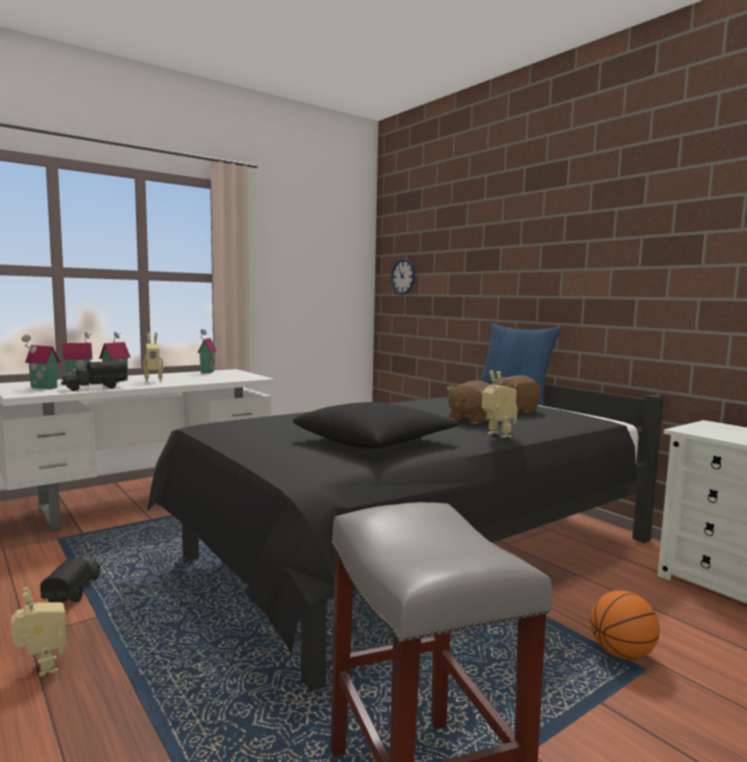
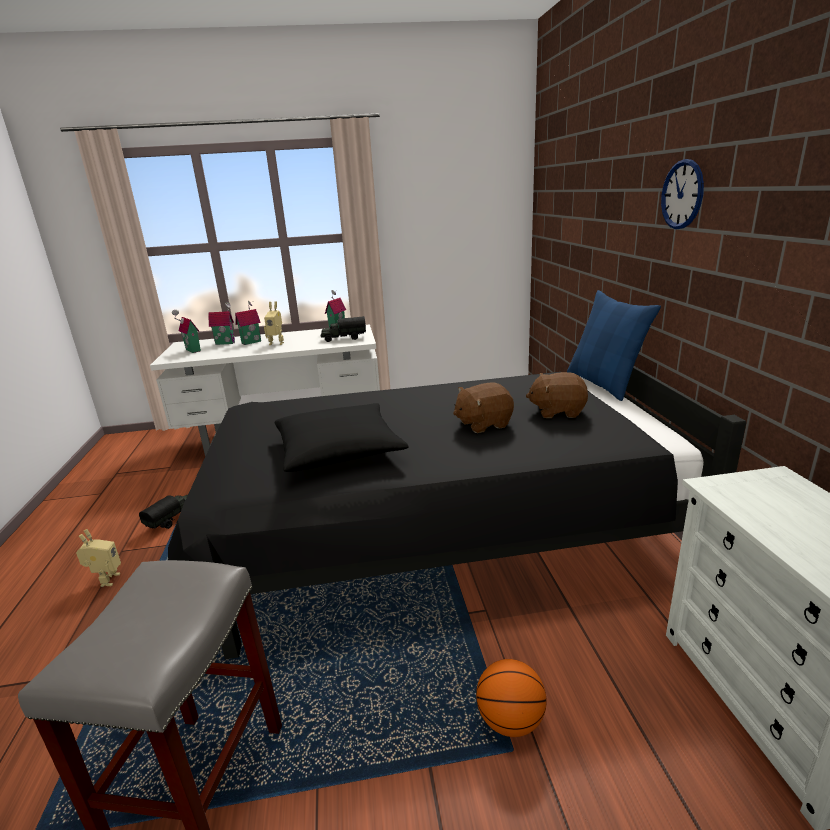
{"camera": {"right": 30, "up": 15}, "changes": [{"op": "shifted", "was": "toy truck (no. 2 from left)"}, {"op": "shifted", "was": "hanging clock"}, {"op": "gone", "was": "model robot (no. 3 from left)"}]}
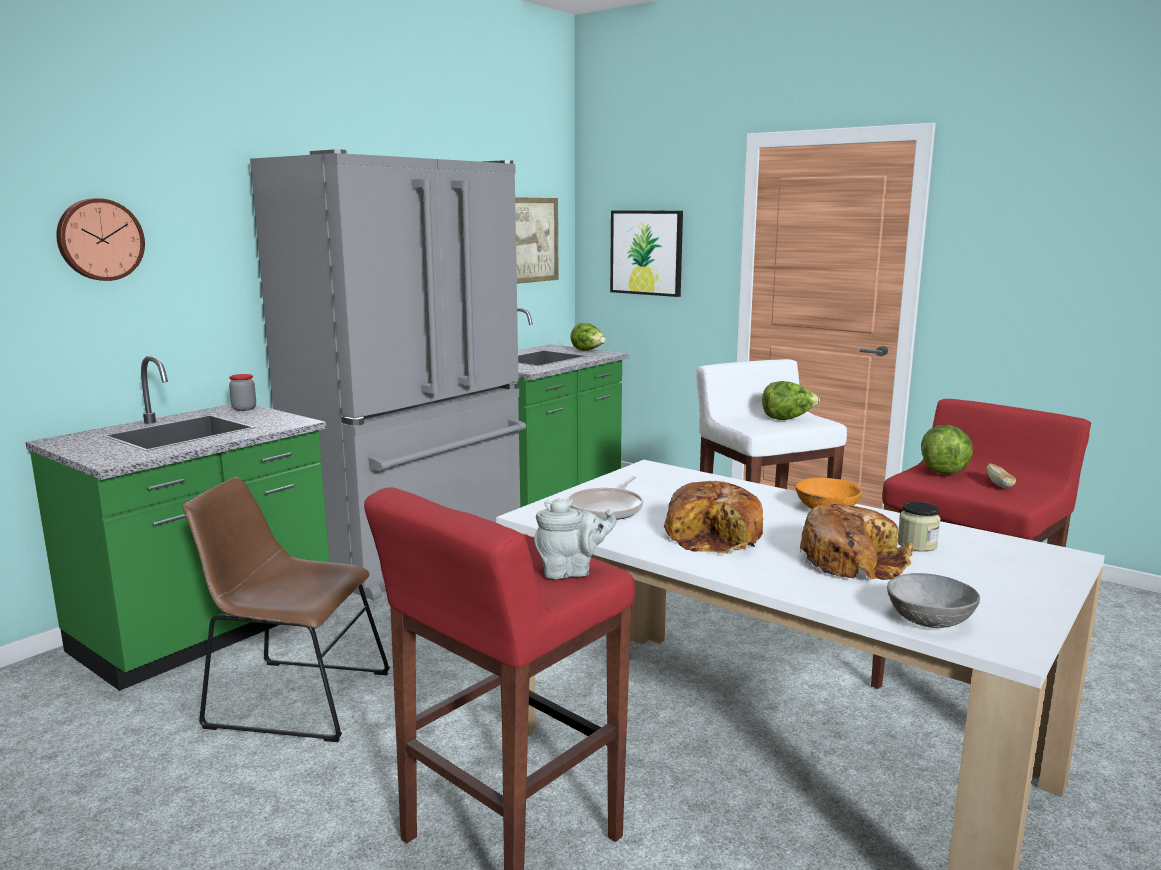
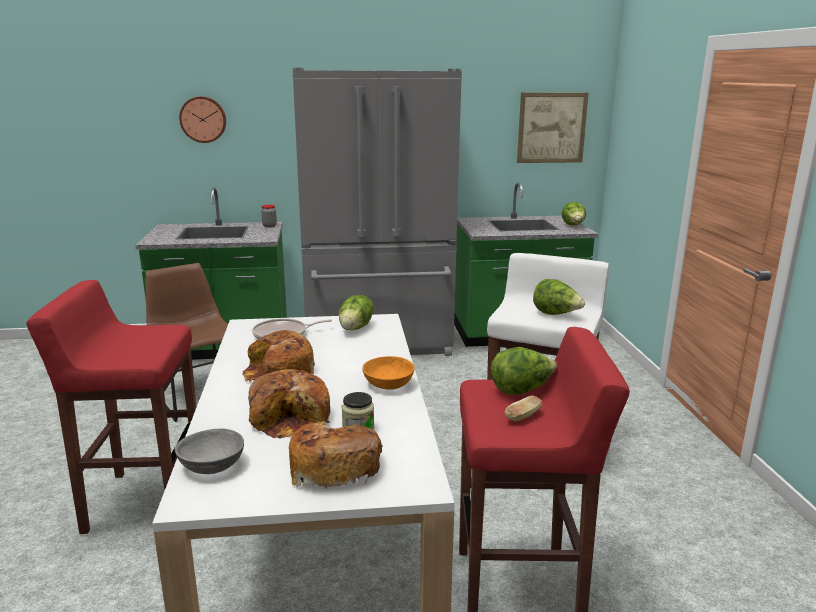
{"camera": {"right": 45, "up": 5}, "changes": [{"op": "new", "now": "bread (no. 3 from left)"}, {"op": "new", "now": "lettuce head (no. 1 from left)"}, {"op": "gone", "was": "greyish teapot"}, {"op": "gone", "was": "wall art (no. 2 from left)"}]}
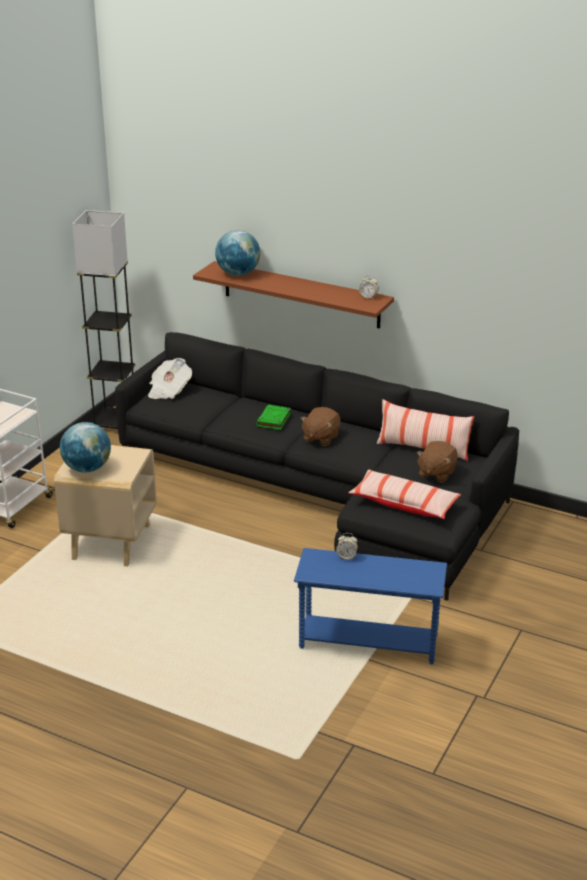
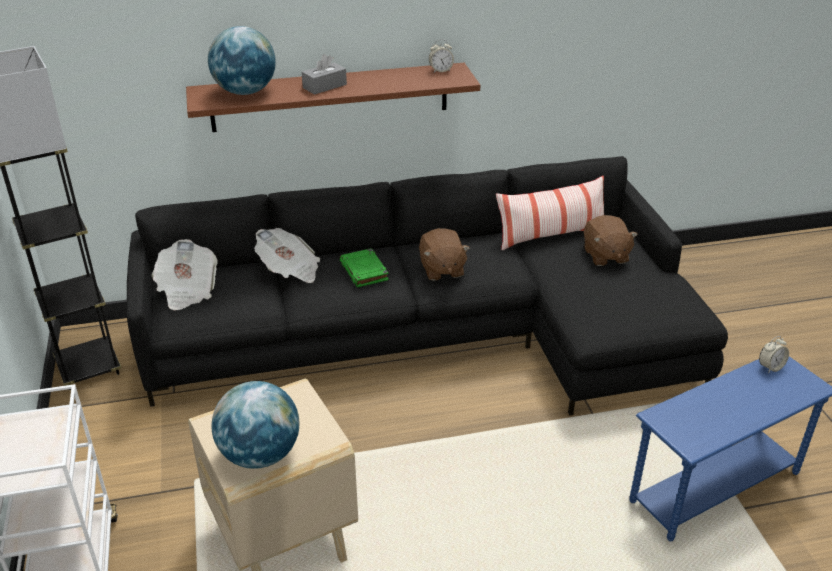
{"camera": {"right": -40, "up": 5}, "changes": [{"op": "new", "now": "newspaper (no. 2 from left)"}, {"op": "new", "now": "greyish box of tissues"}, {"op": "shifted", "was": "alarm clock (no. 1 from left in the first image)", "now": "alarm clock (no. 2 from left)"}, {"op": "gone", "was": "cushion (no. 1 from left)"}]}
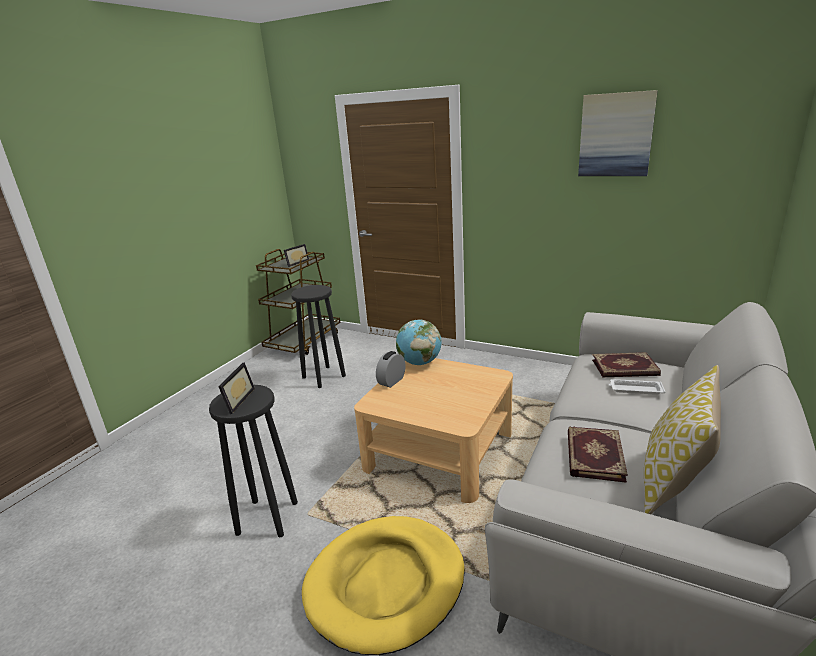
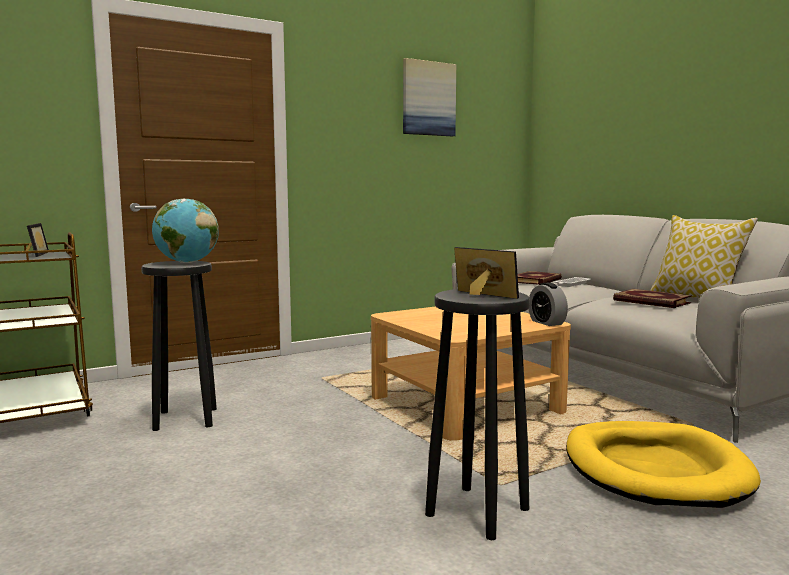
{"camera": {"right": -60, "up": -15}, "changes": [{"op": "shifted", "was": "desk globe"}, {"op": "shifted", "was": "alarm clock"}]}
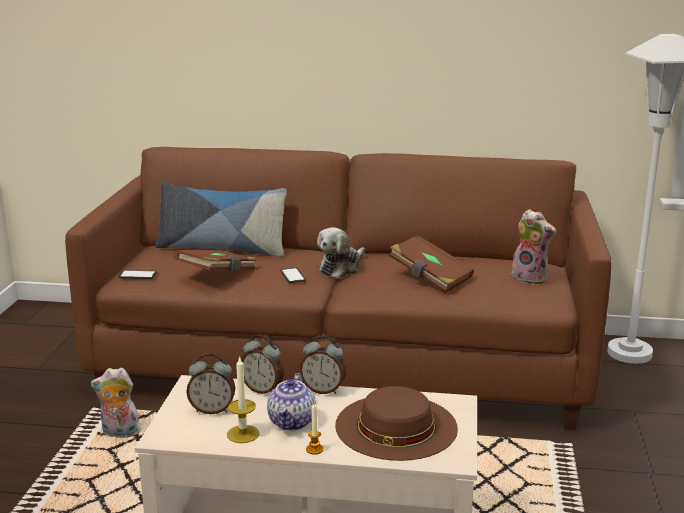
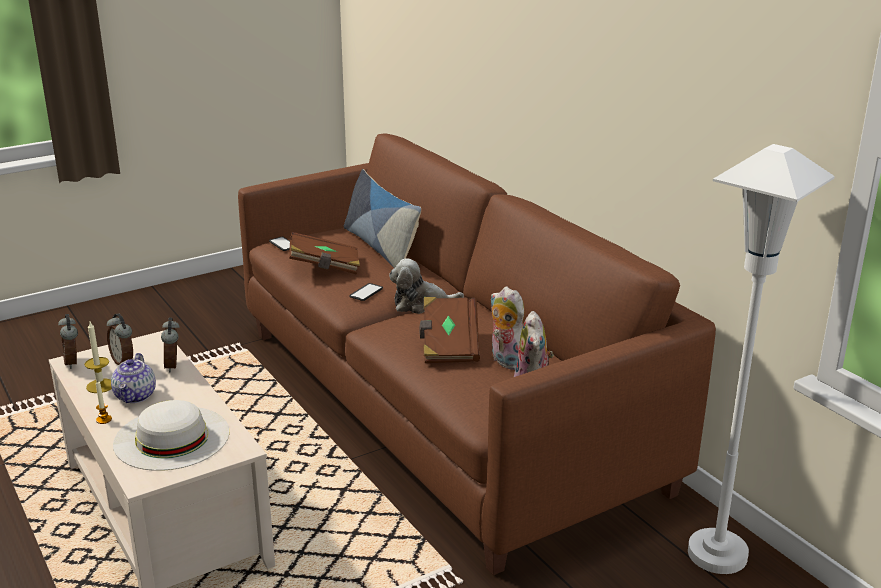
{"camera": {"right": 50, "up": 5}, "changes": [{"op": "shifted", "was": "alarm clock (no. 3 from left in the first image)", "now": "alarm clock (no. 1 from left)"}, {"op": "rotated", "was": "teapot", "clockwise": -60}, {"op": "repainted", "was": "brown-coloured hat", "now": "white hat"}, {"op": "shifted", "was": "plush toy (no. 1 from left in the first image)", "now": "plush toy (no. 2 from left)"}]}
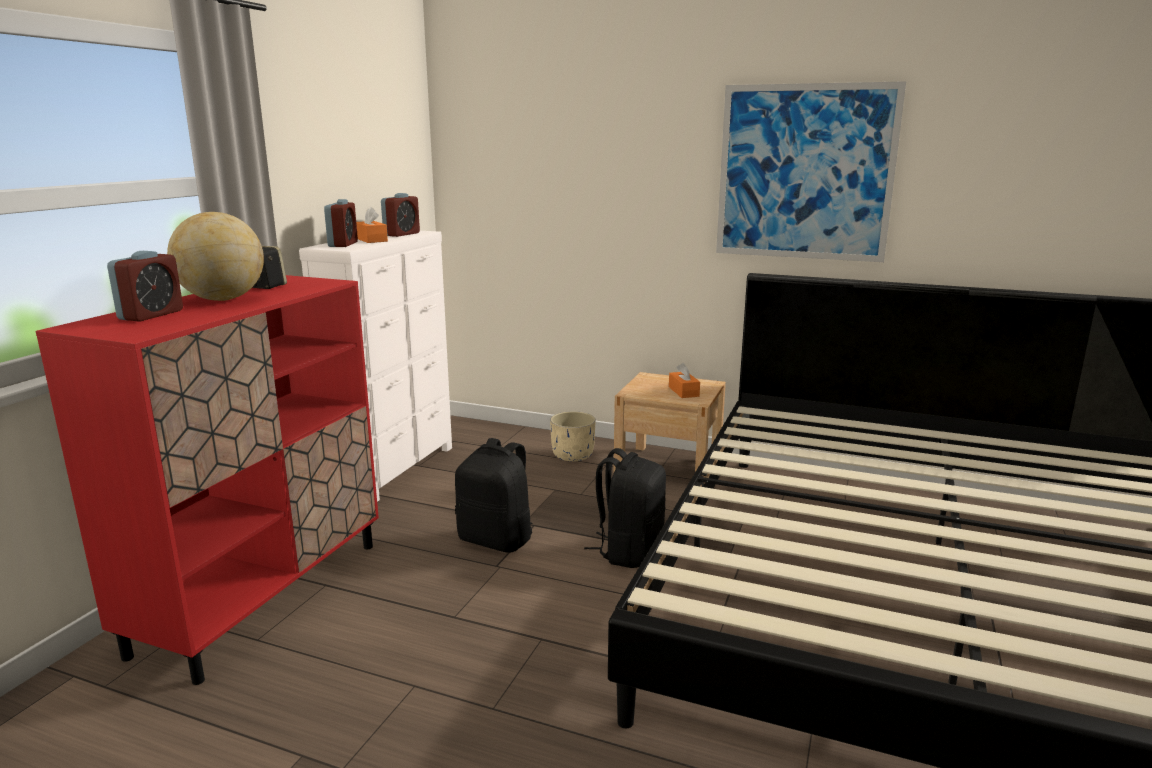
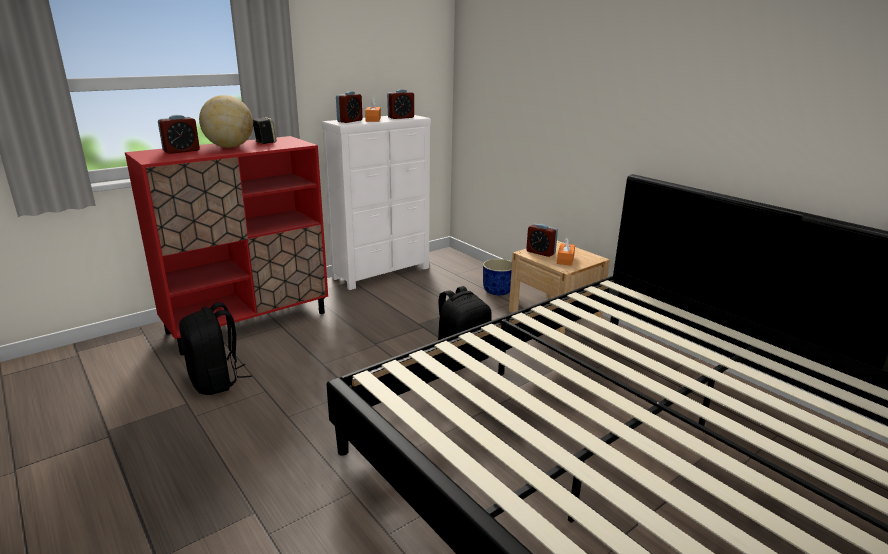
{"camera": {"right": 30, "up": 5}, "changes": [{"op": "shifted", "was": "black-coloured backpack (no. 1 from left)"}, {"op": "repainted", "was": "beige planter", "now": "blue planter"}, {"op": "new", "now": "alarm clock (no. 4 from left)"}, {"op": "gone", "was": "wall art"}]}
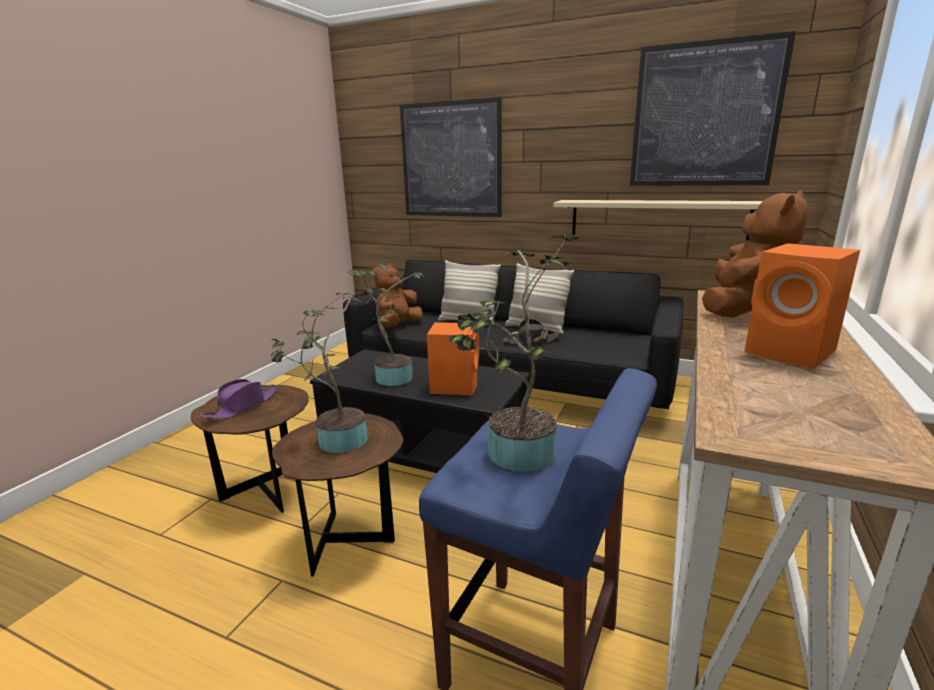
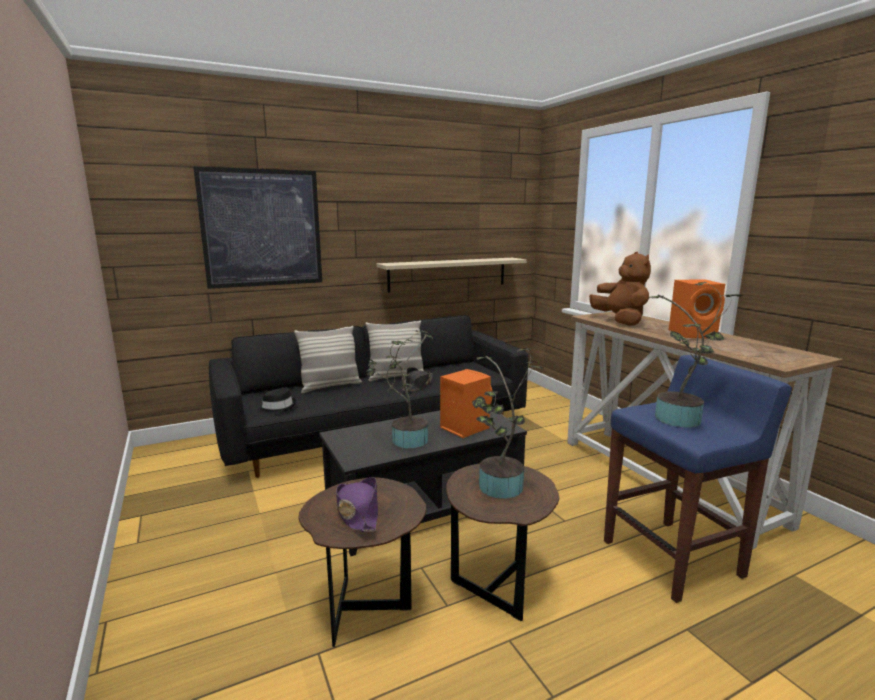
{"camera": {"right": -50, "up": -5}, "changes": [{"op": "swapped", "was": "brown-coloured plush toy (no. 1 from left)", "now": "black-coloured hat (no. 1 from left)"}, {"op": "gone", "was": "wall art (no. 2 from left)"}]}
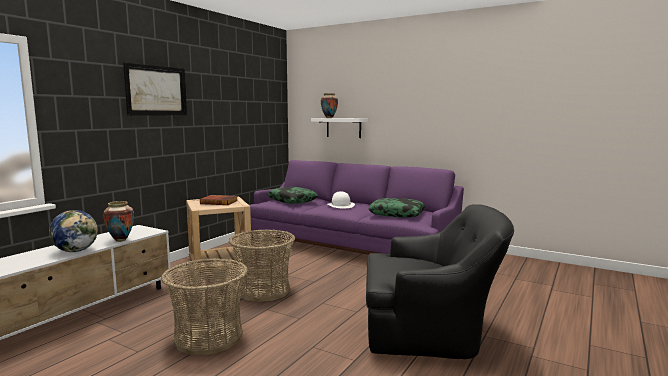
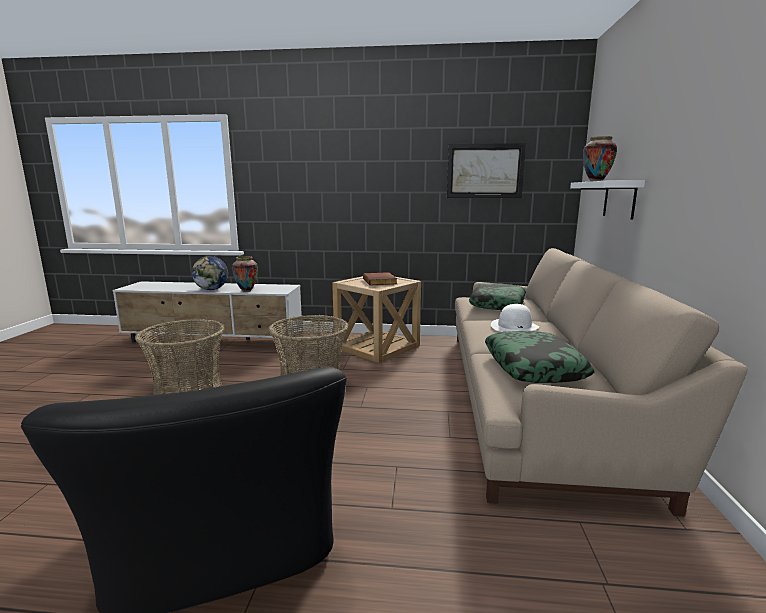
{"camera": {"right": 65, "up": 5}, "changes": [{"op": "shifted", "was": "wall art"}, {"op": "repainted", "was": "purple settee", "now": "beige settee"}]}
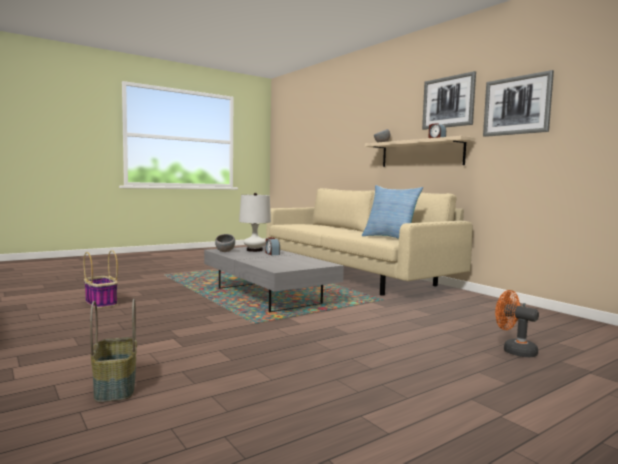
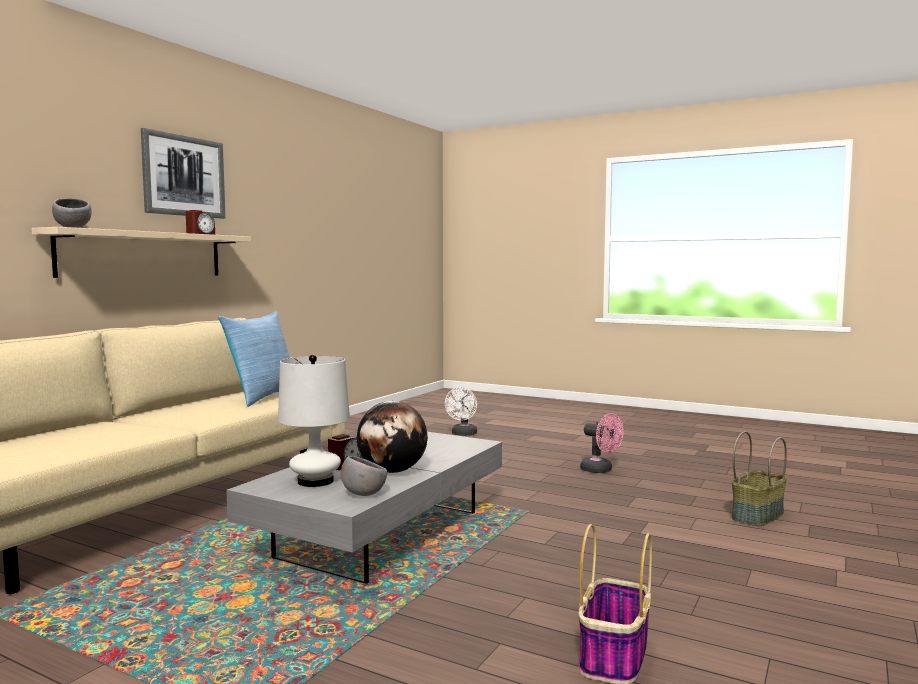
{"camera": {"right": -115, "up": 0}, "changes": [{"op": "new", "now": "desk globe"}, {"op": "repainted", "was": "orangey cooling fan", "now": "white cooling fan"}, {"op": "new", "now": "pink cooling fan"}, {"op": "gone", "was": "wall art (no. 2 from left)"}]}
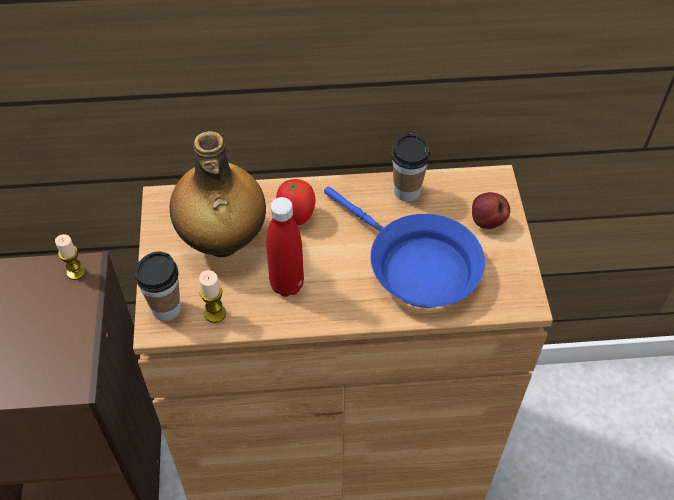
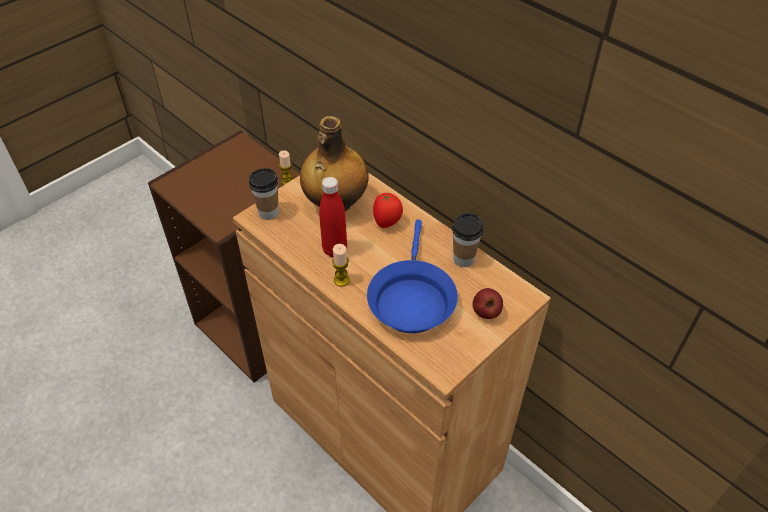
{"camera": {"right": 50, "up": -5}, "changes": [{"op": "shifted", "was": "wax light (no. 2 from left)"}]}
